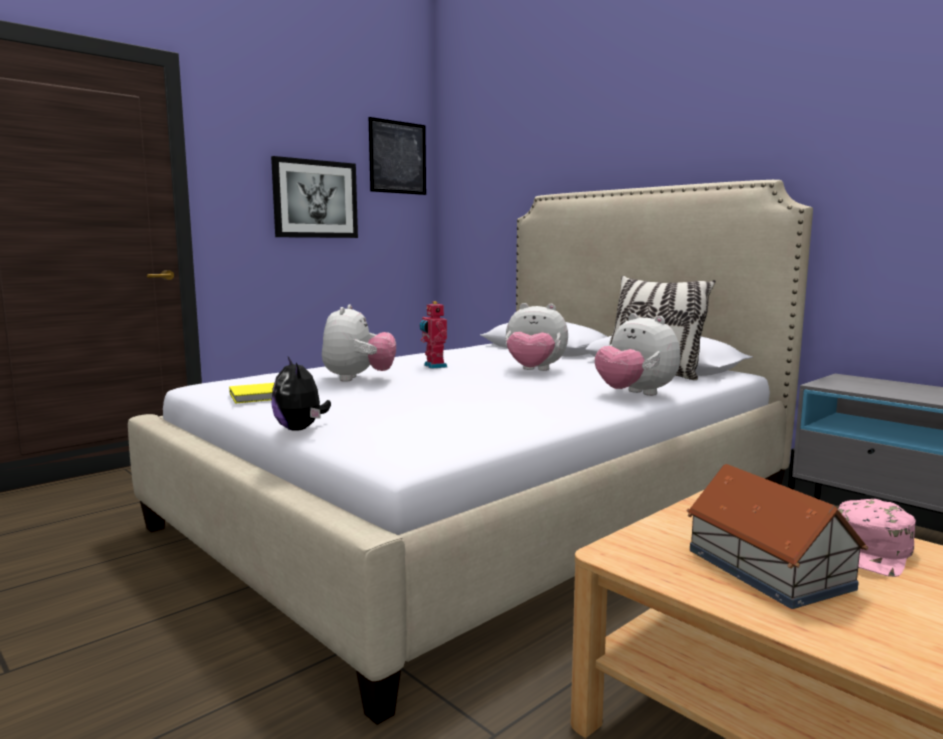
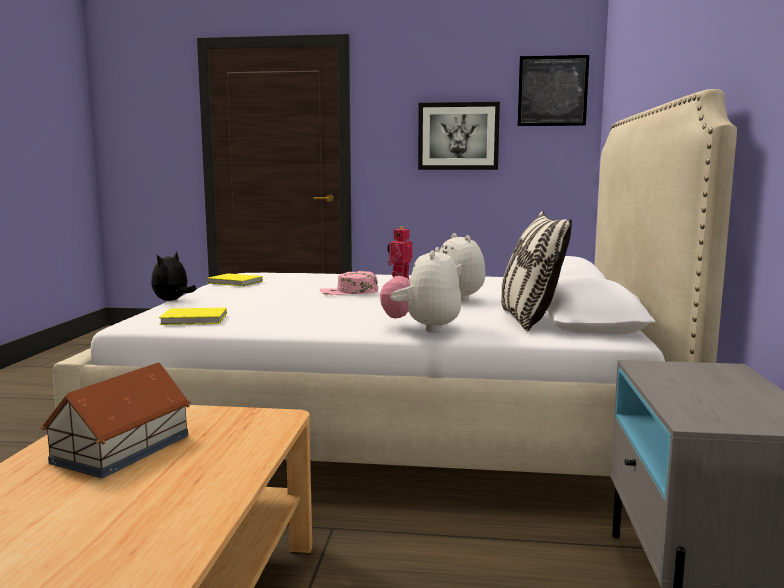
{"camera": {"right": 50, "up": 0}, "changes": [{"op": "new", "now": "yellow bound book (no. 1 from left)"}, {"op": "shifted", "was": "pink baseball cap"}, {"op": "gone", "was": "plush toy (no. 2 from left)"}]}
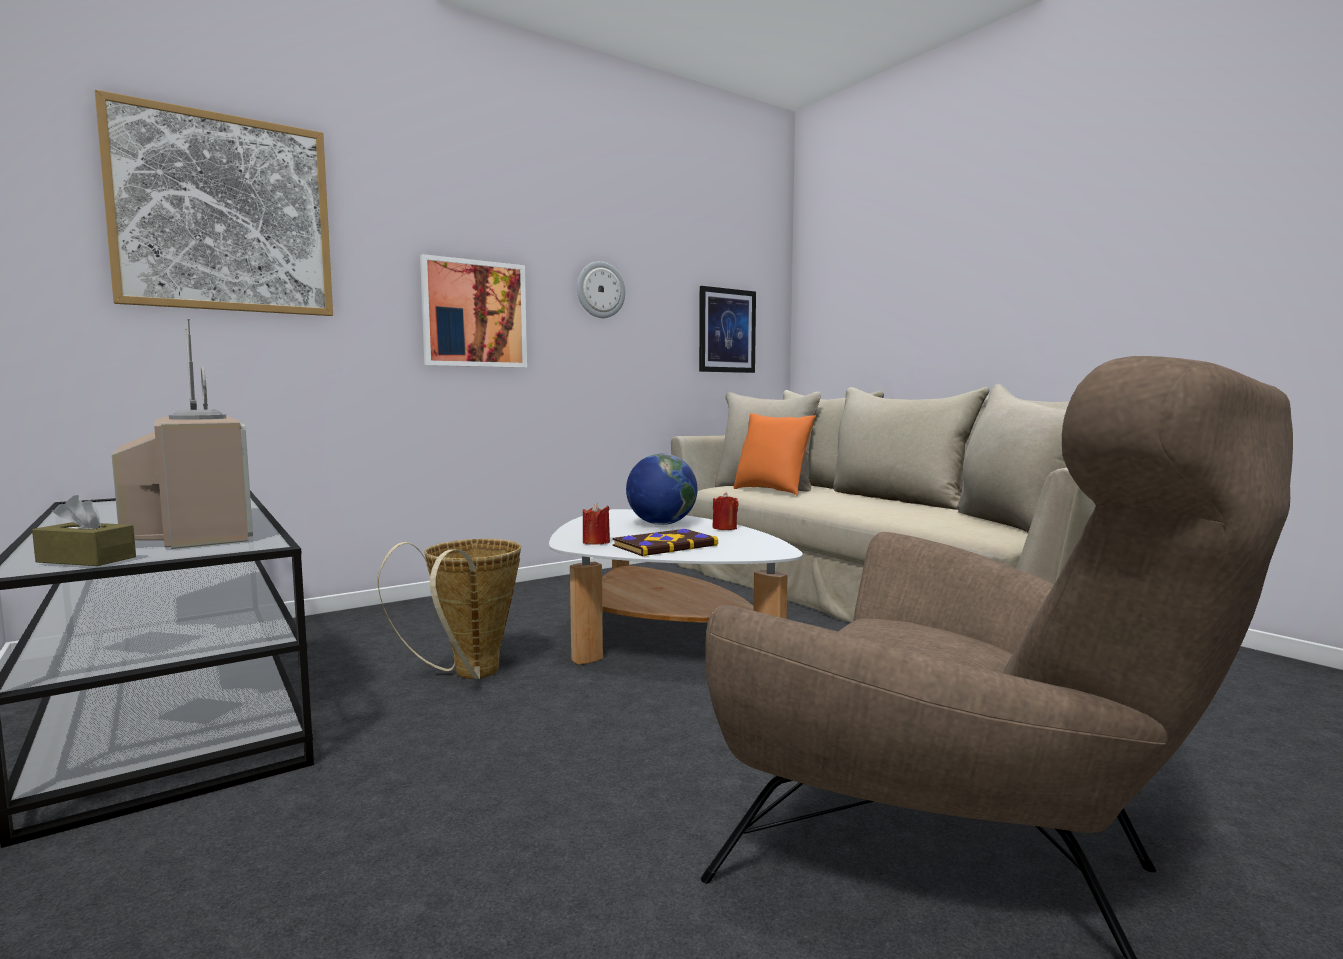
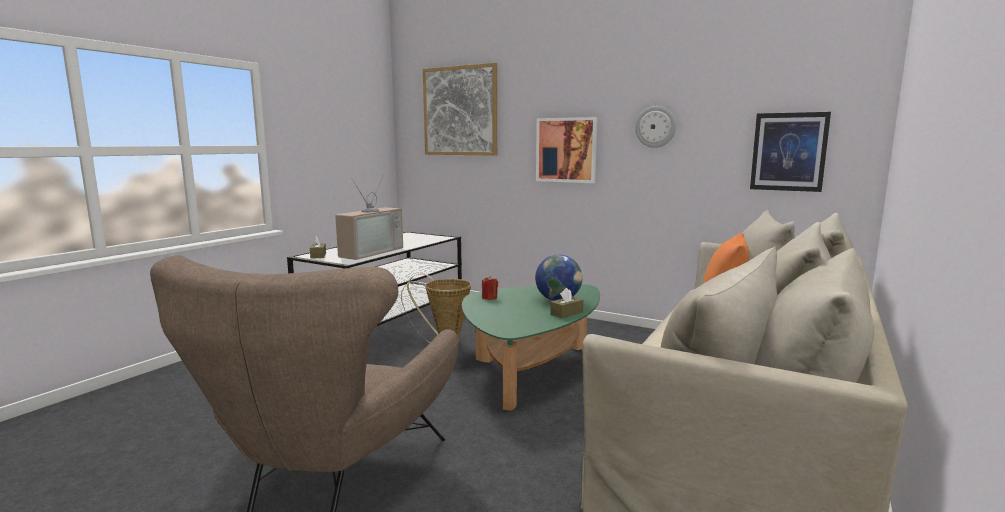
{"camera": {"right": 65, "up": 5}, "changes": [{"op": "repainted", "was": "white coffee table", "now": "greenish coffee table"}, {"op": "swapped", "was": "red-coloured wax light (no. 2 from left)", "now": "brown-coloured box of tissues (no. 2 from left)"}, {"op": "gone", "was": "bound book"}]}
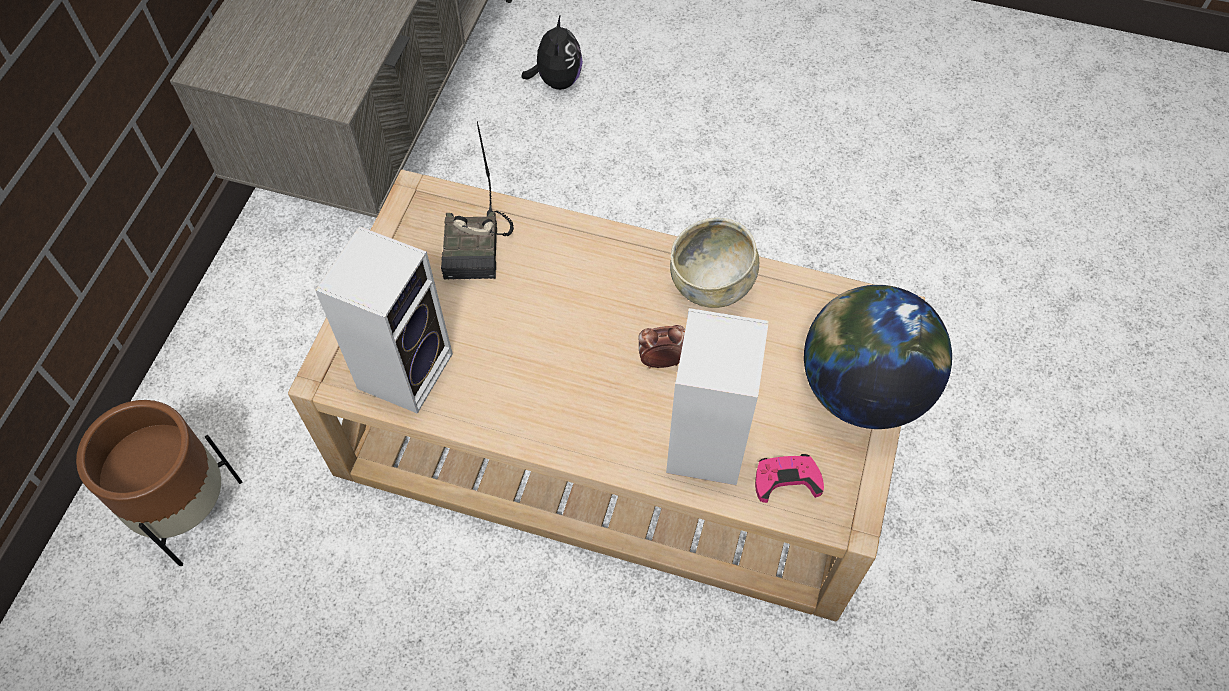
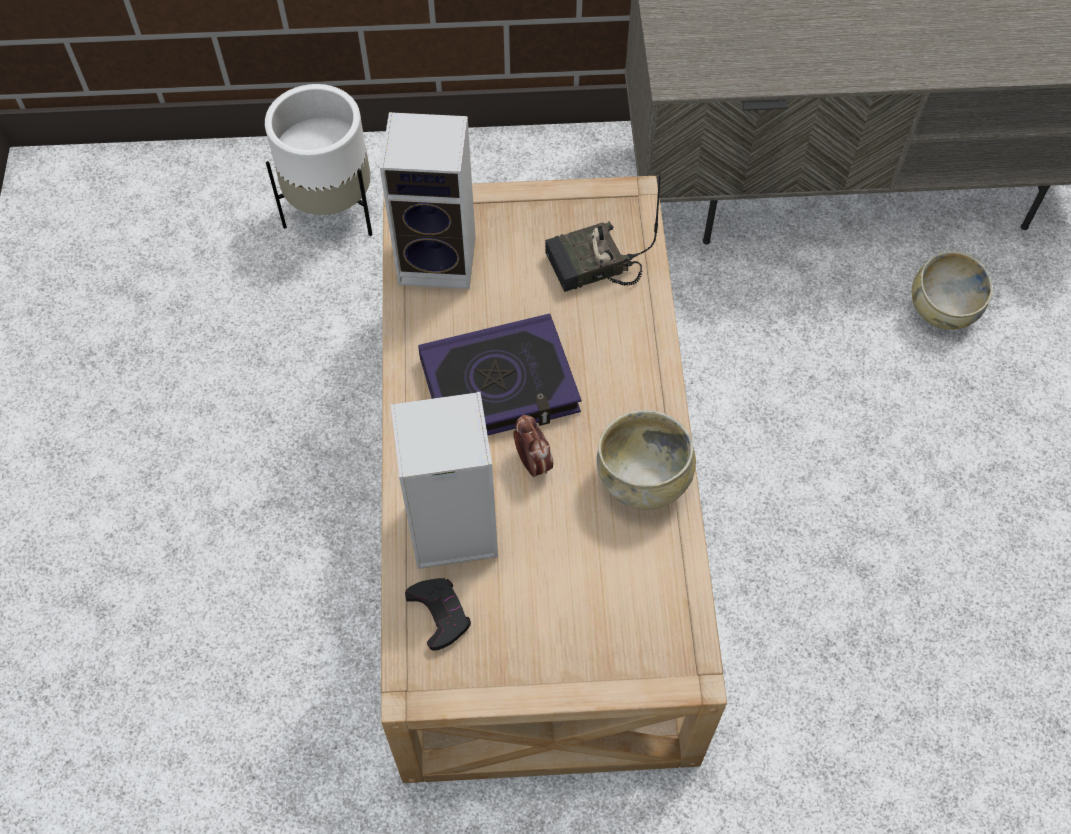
{"camera": {"right": 70, "up": 0}, "changes": [{"op": "repainted", "was": "brown-coloured planter", "now": "white planter"}, {"op": "repainted", "was": "pink gamepad", "now": "black-coloured gamepad"}, {"op": "new", "now": "bound book"}, {"op": "swapped", "was": "plush toy", "now": "beige serving bowl (no. 2 from left)"}, {"op": "gone", "was": "desk globe"}]}
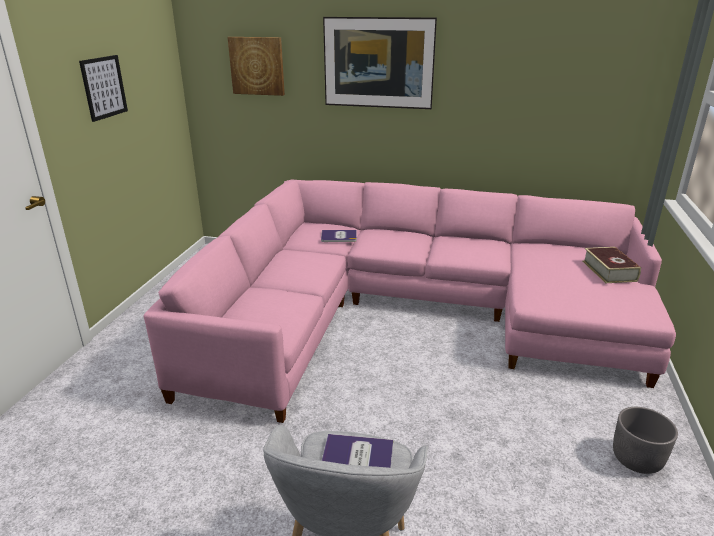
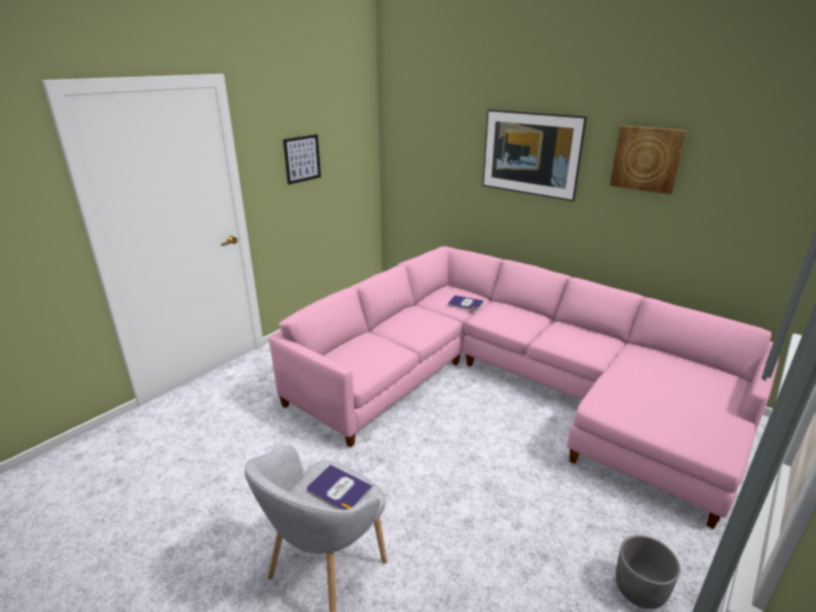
{"camera": {"right": 25, "up": 0}, "changes": [{"op": "shifted", "was": "wall art (no. 2 from left in the first image)", "now": "wall art (no. 3 from left)"}, {"op": "gone", "was": "bound book (no. 3 from left)"}]}
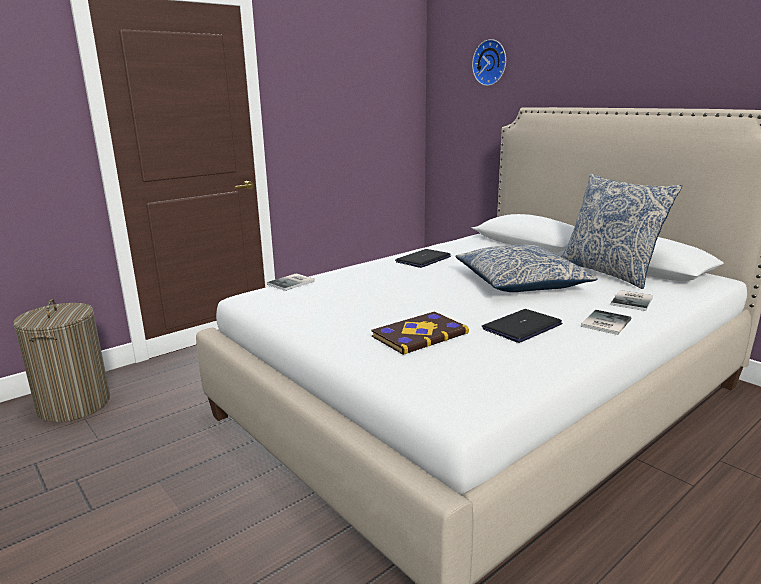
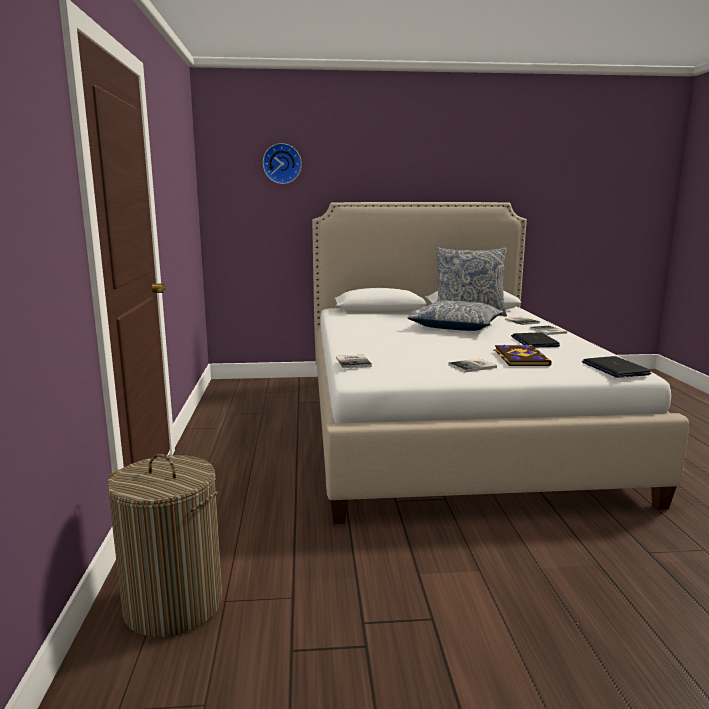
{"camera": {"right": -55, "up": -5}, "changes": [{"op": "new", "now": "bound book (no. 2 from left)"}, {"op": "shifted", "was": "portable computer (no. 1 from left in the first image)", "now": "portable computer (no. 2 from left)"}]}
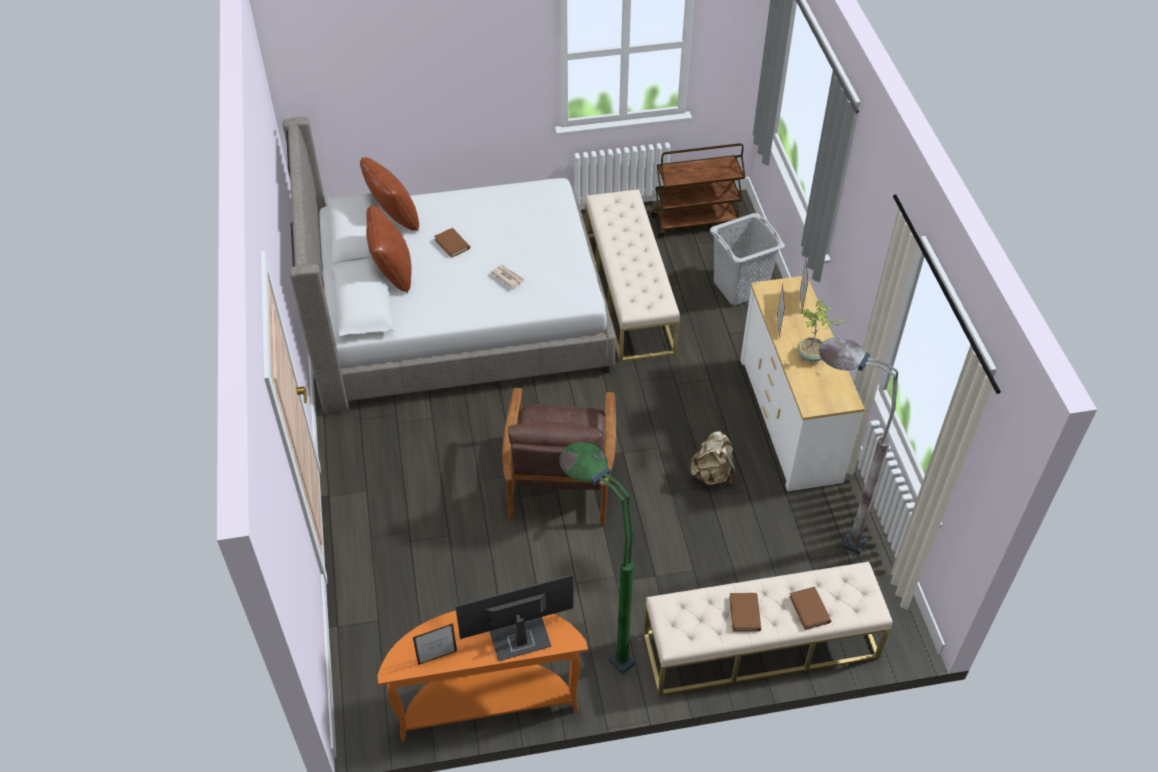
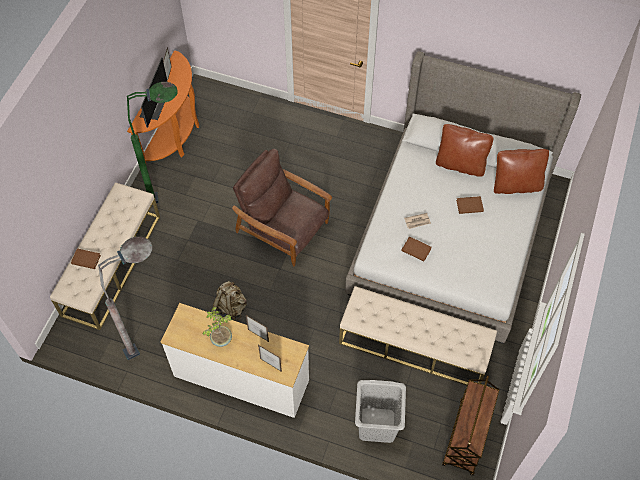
{"camera": {"right": 120, "up": 10}, "changes": [{"op": "shifted", "was": "brown-coloured bound book (no. 2 from left)"}]}
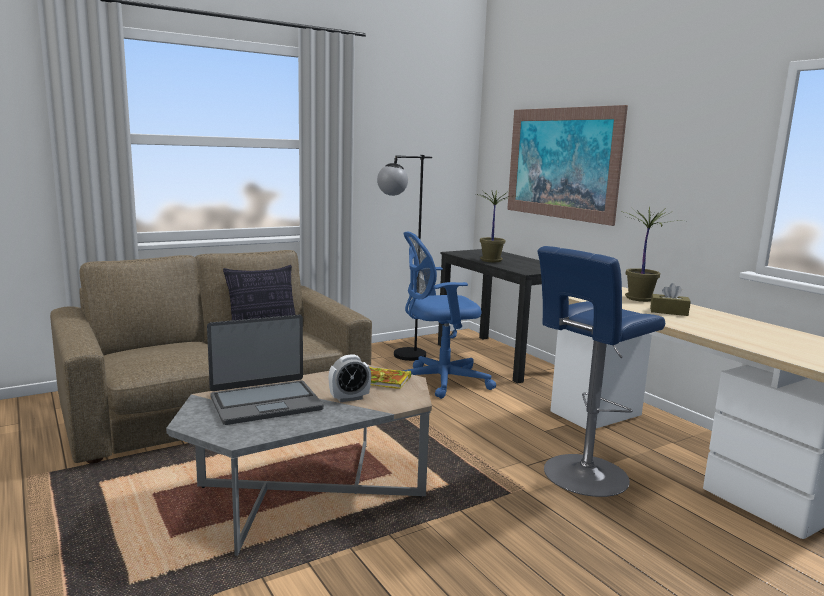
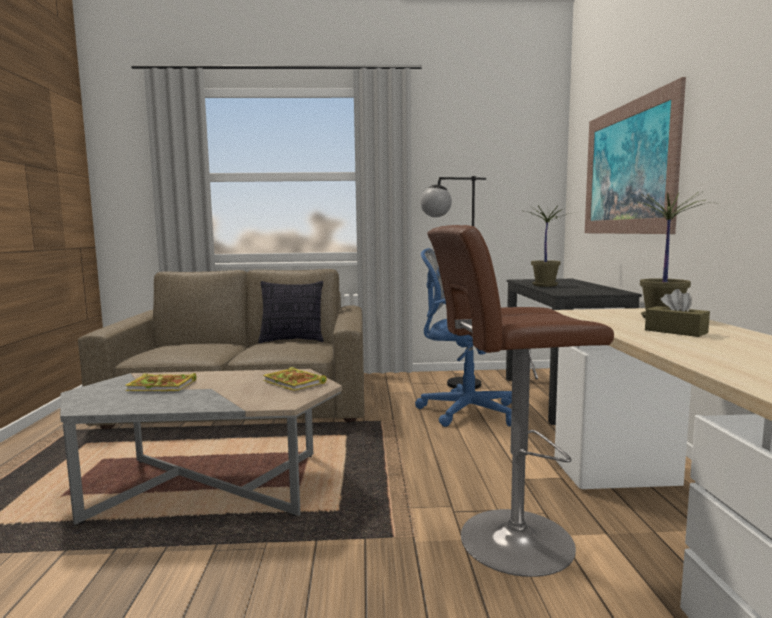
{"camera": {"right": 30, "up": -5}, "changes": [{"op": "swapped", "was": "portable computer", "now": "bound book (no. 1 from left)"}, {"op": "repainted", "was": "blue stool seat", "now": "brown-coloured stool seat"}, {"op": "gone", "was": "alarm clock"}]}
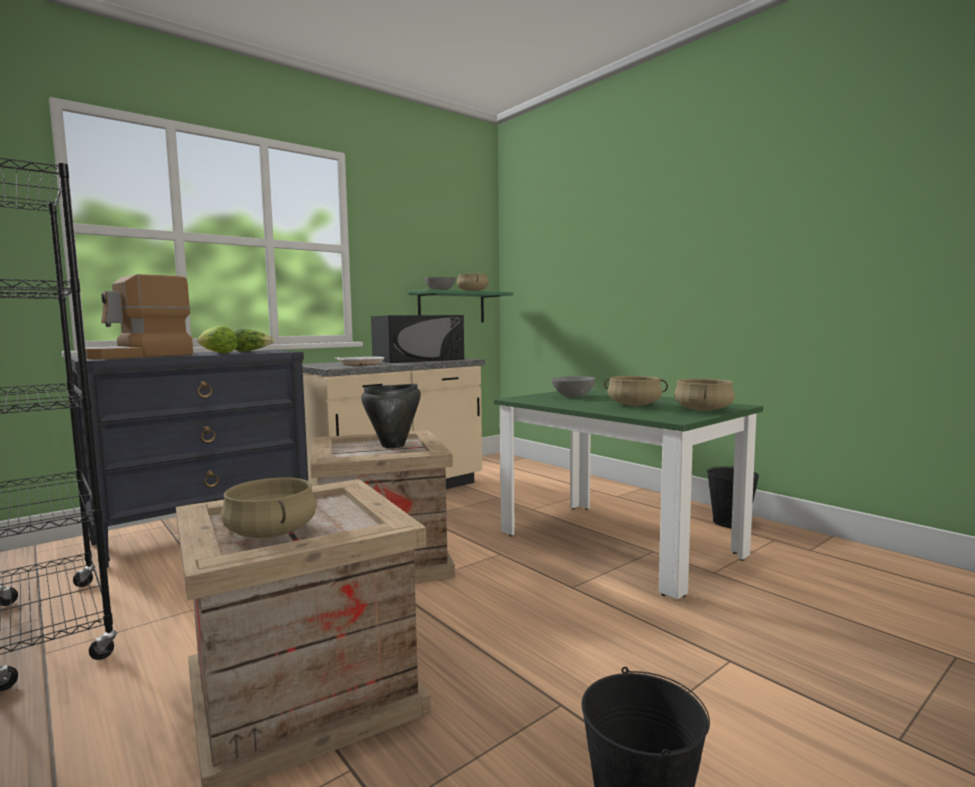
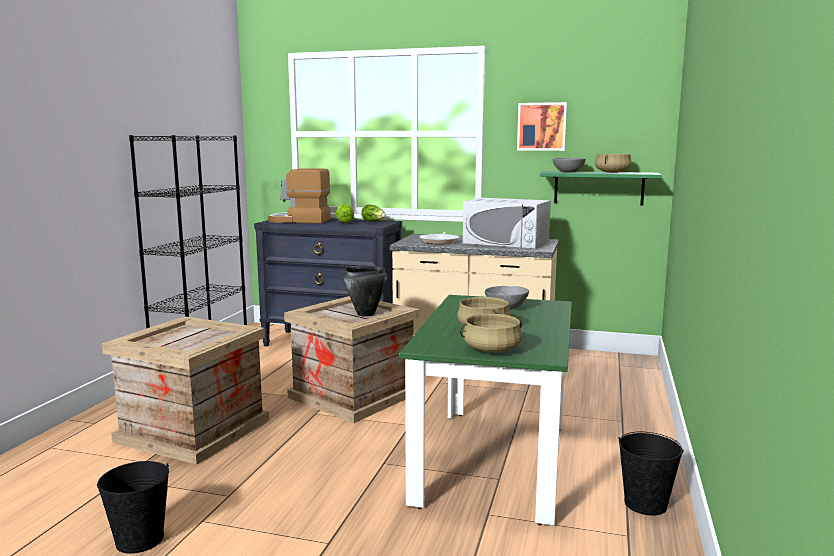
{"camera": {"right": 55, "up": 5}, "changes": [{"op": "repainted", "was": "black-coloured microwave oven", "now": "white microwave oven"}, {"op": "new", "now": "wall art"}, {"op": "gone", "was": "beige saucepot (no. 1 from left)"}]}
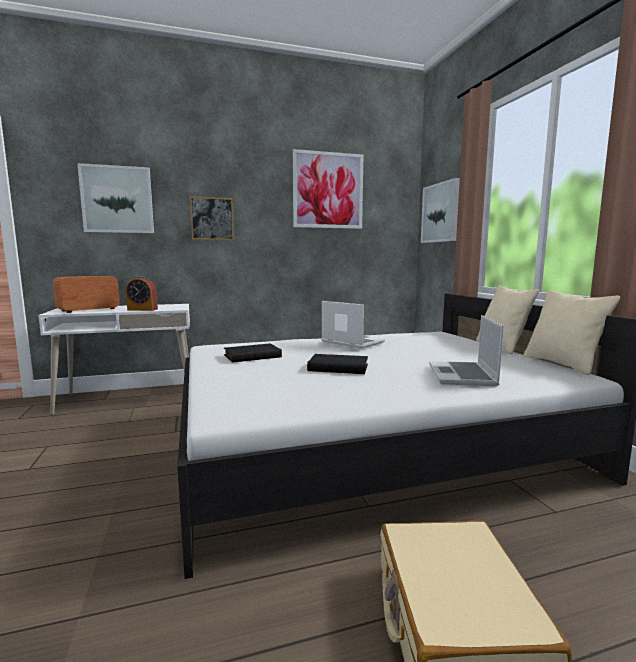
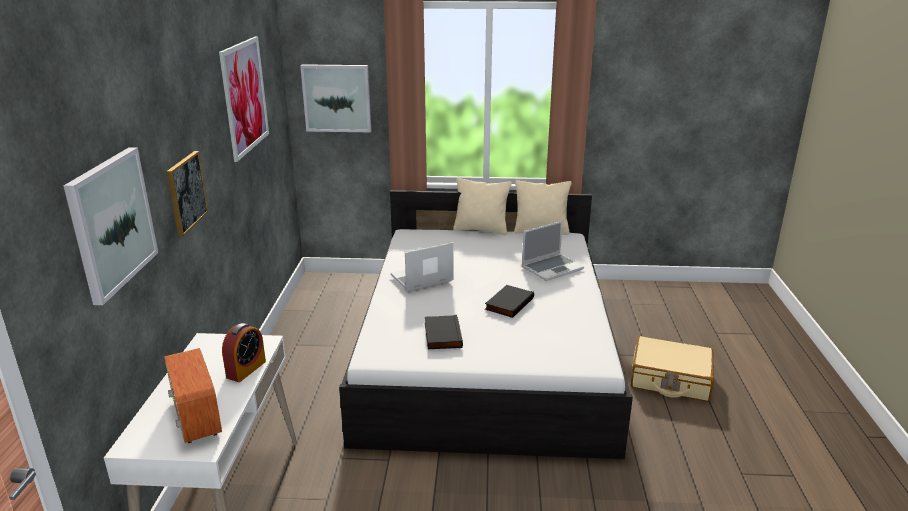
{"camera": {"right": -70, "up": 15}, "changes": [{"op": "rotated", "was": "portable computer (no. 2 from left)", "clockwise": -60}]}
